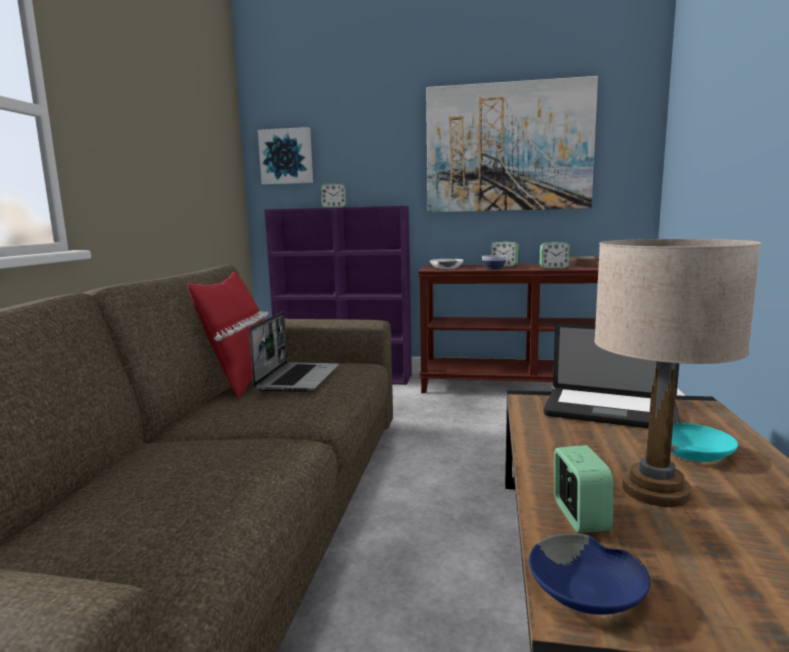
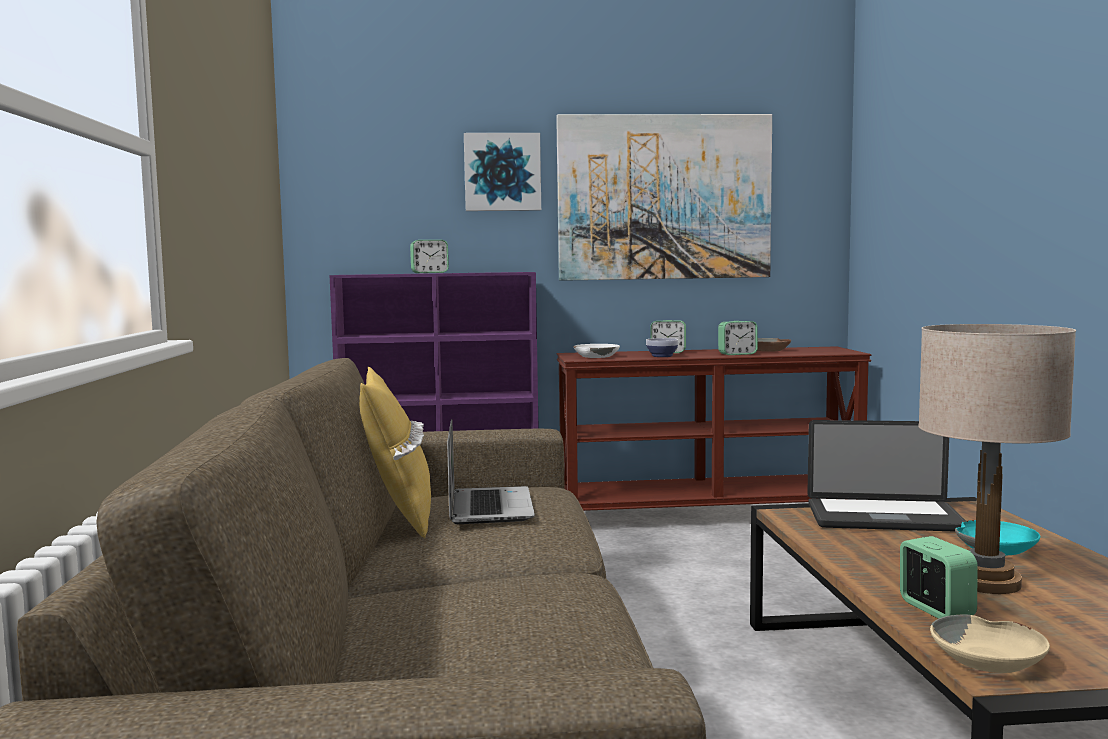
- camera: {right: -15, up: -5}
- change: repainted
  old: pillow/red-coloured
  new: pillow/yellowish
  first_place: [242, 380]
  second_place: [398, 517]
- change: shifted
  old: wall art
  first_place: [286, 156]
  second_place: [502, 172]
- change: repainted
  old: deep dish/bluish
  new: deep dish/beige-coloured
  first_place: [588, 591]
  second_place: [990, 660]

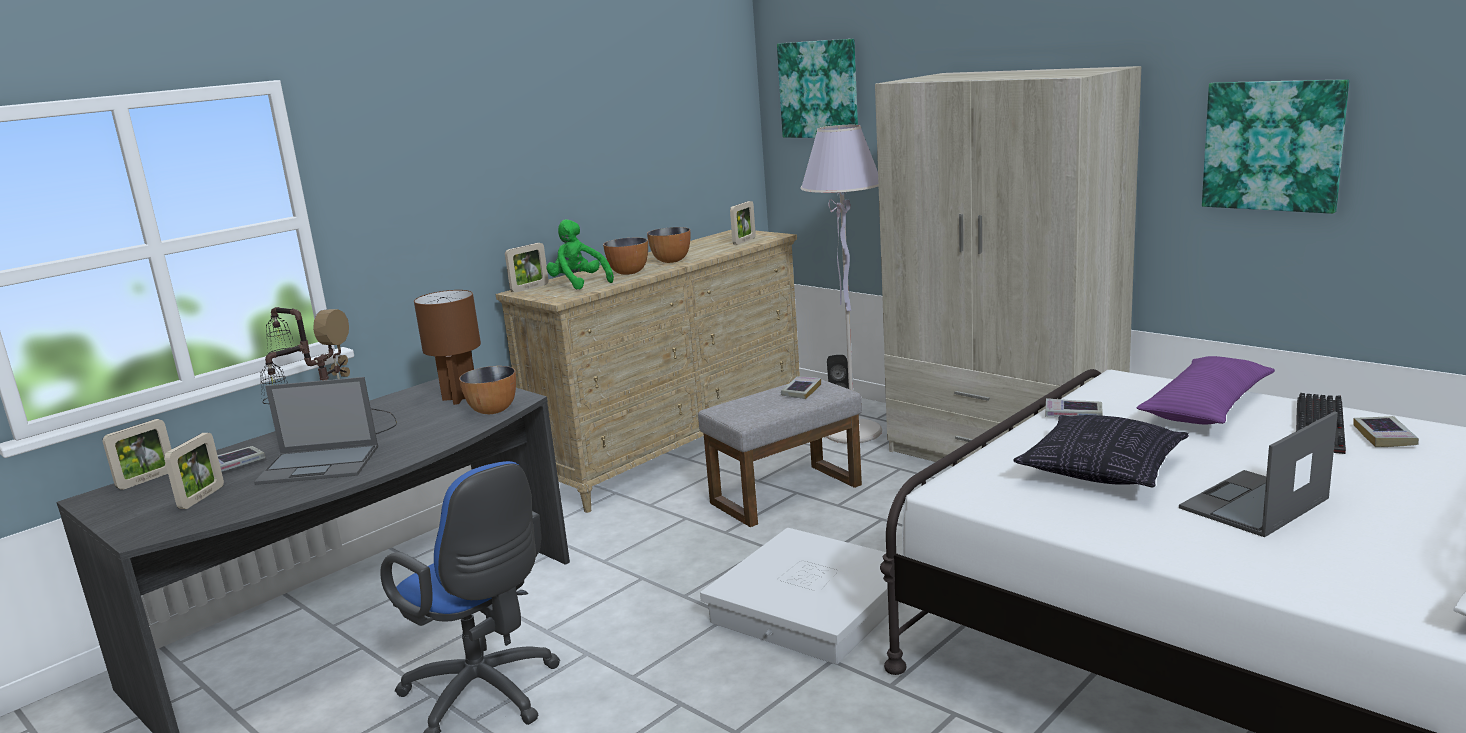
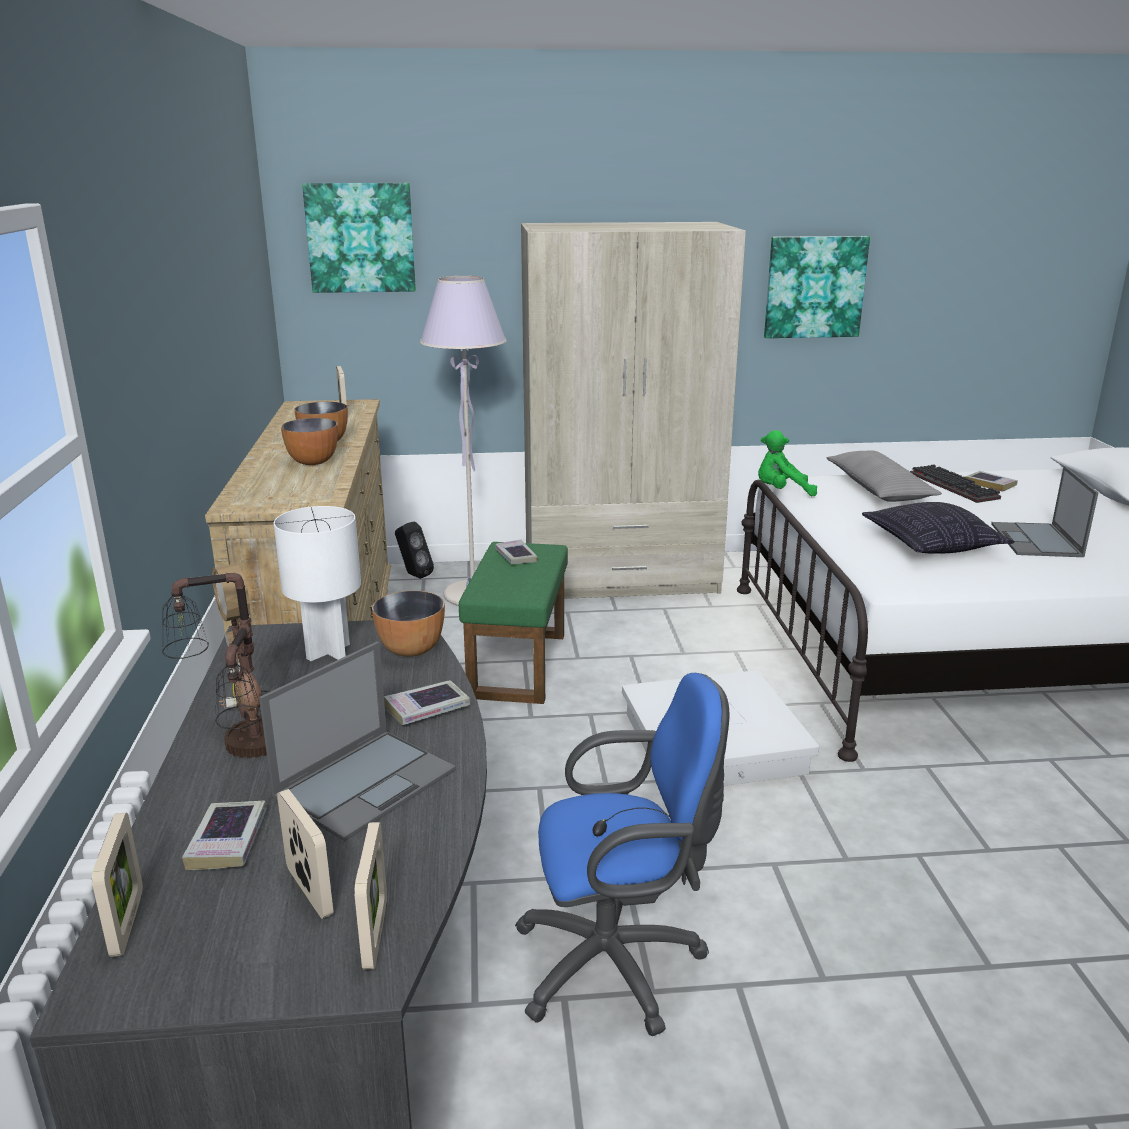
- camera: {right: -50, up: 5}
- change: repainted
  old: table lamp/brown
  new: table lamp/white
  first_place: [459, 398]
  second_place: [328, 652]
- change: shifted
  old: photo frame
  first_place: [529, 288]
  second_place: [375, 934]
- change: shifted
  old: soft toy/green
  first_place: [579, 284]
  second_place: [781, 492]
- change: repainted
  old: footrest/greyish
  new: footrest/green
  first_place: [785, 495]
  second_place: [519, 666]
- change: shifted
  old: book
  first_place: [1073, 414]
  second_place: [427, 708]
- change: repainted
  old: pillow/purple-coloured
  new: pillow/greyish
  first_place: [1206, 407]
  second_place: [879, 489]

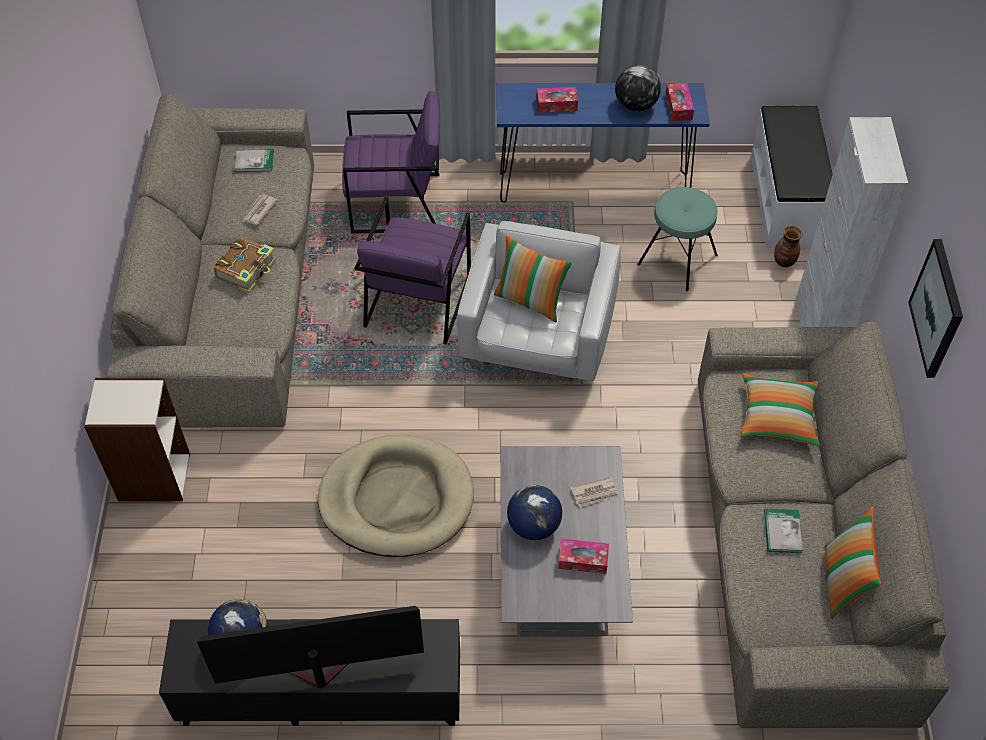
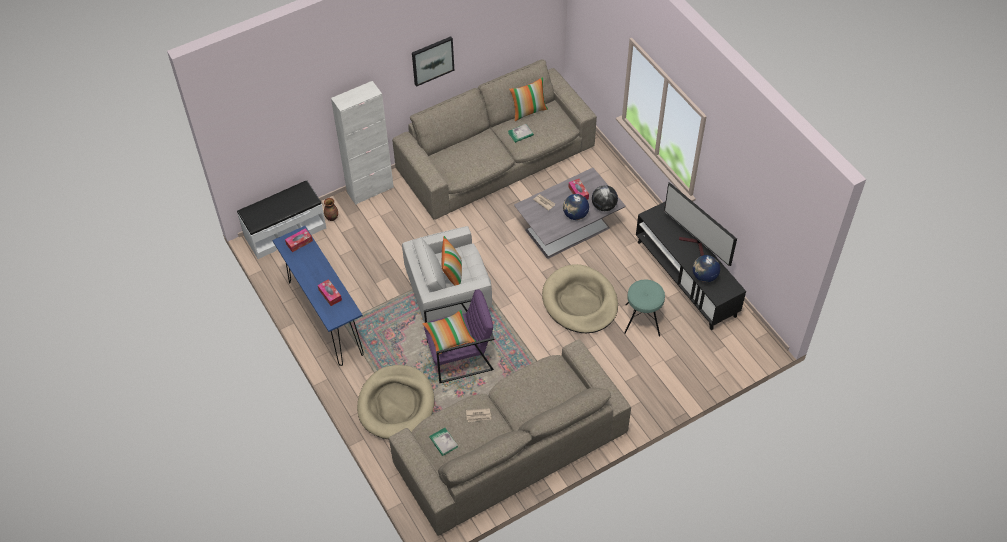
- camera: {right: -120, up: 0}
- change: gone
  old: bookcase
  first_place: [153, 477]
- change: gone
  old: book
  first_place: [247, 269]
- change: swapped
  old: lounge chair/purple-coloured
  new: dog cushion/beige-coloured
  first_place: [396, 204]
  second_place: [396, 404]
- change: shifted
  old: globe
  first_place: [635, 105]
  second_place: [604, 206]
- change: shifted
  old: sitting stool/blue-green
  first_place: [677, 260]
  second_place: [642, 320]
- change: shifted
  old: pillow
  first_place: [777, 417]
  second_place: [449, 336]

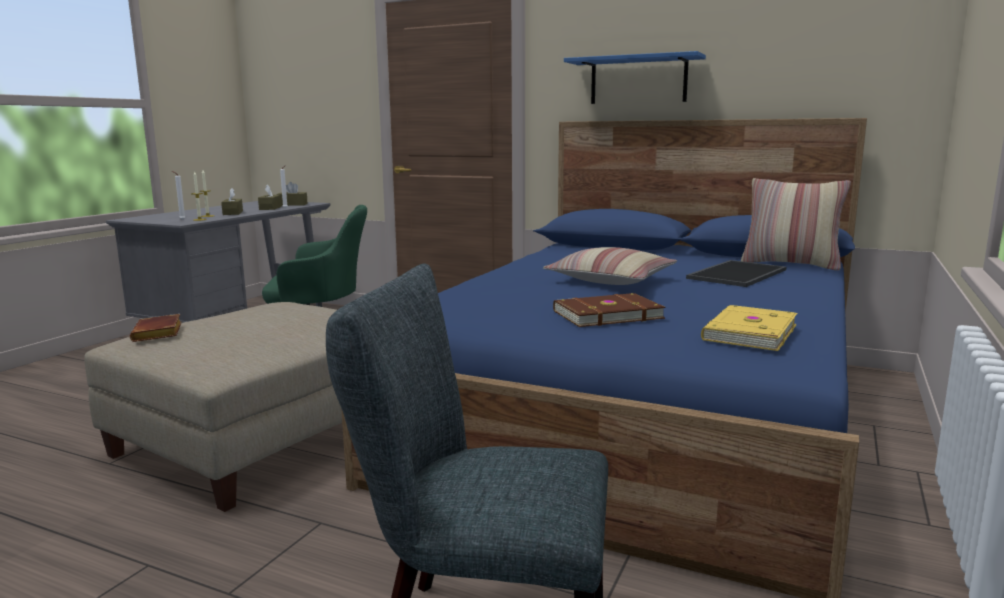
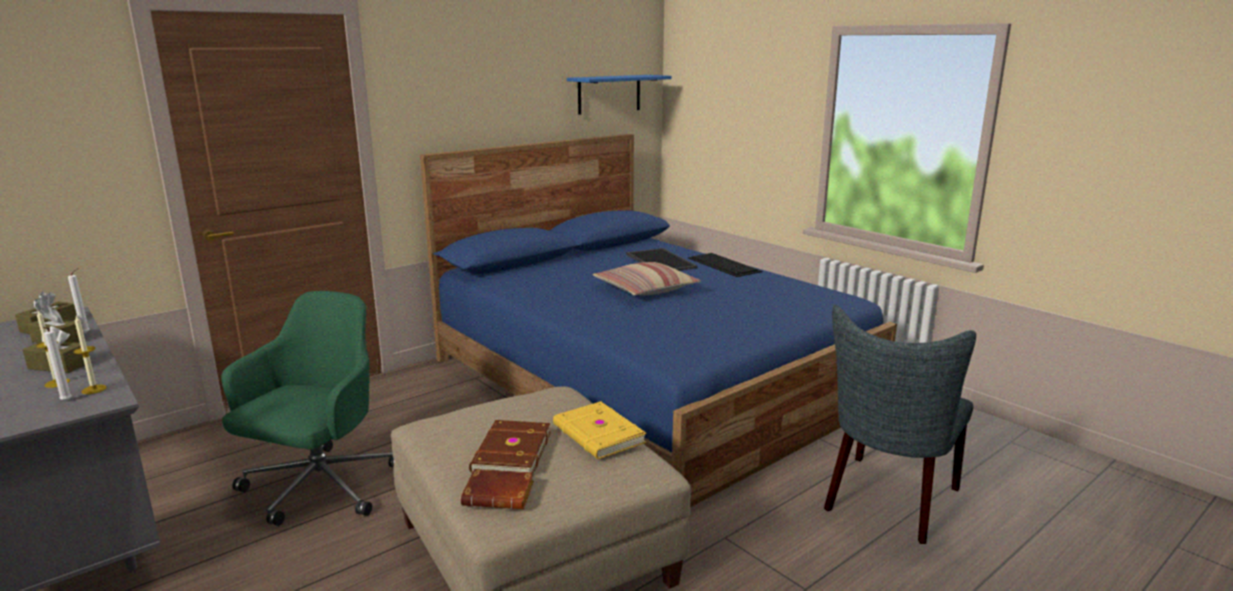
- camera: {right: -65, up: 5}
- change: shifted
  old: book/brown
  first_place: [606, 314]
  second_place: [510, 452]
- change: shifted
  old: bracket shelf/bluish
  first_place: [638, 80]
  second_place: [609, 94]
- change: shifted
  old: book/yellowish
  first_place: [747, 332]
  second_place: [597, 434]
- change: gone
  old: pillow
  first_place: [790, 264]
- change: new
  new: keyboard
  second_place: [724, 265]

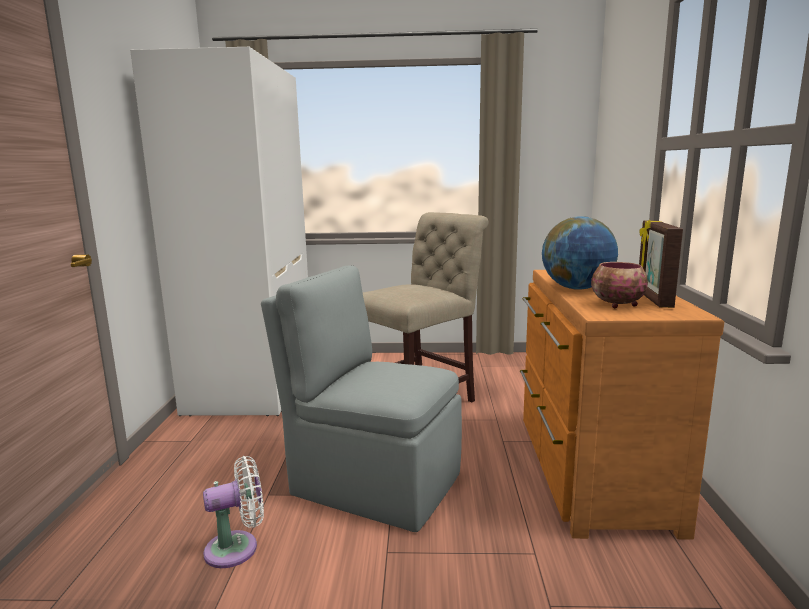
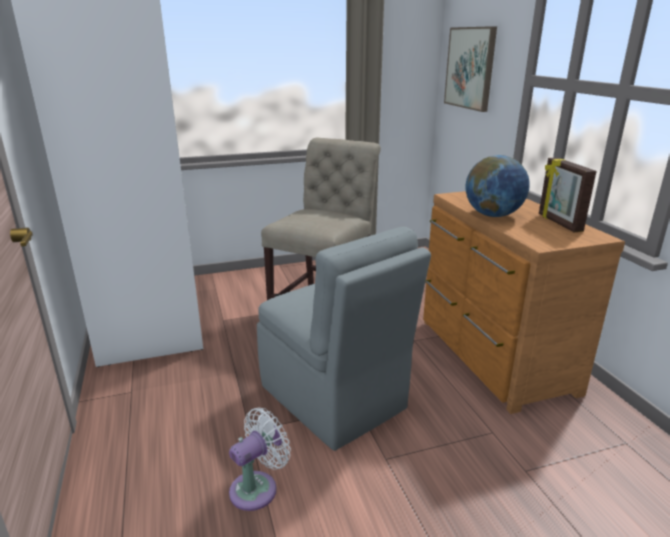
- camera: {right: -20, up: 10}
- change: rotated
  old: plain chair/greyish
  first_place: [373, 483]
  second_place: [334, 399]
  degrees: -135
- change: gone
  old: deep dish
  first_place: [617, 305]
- change: new
  new: wall art
  second_place: [470, 68]

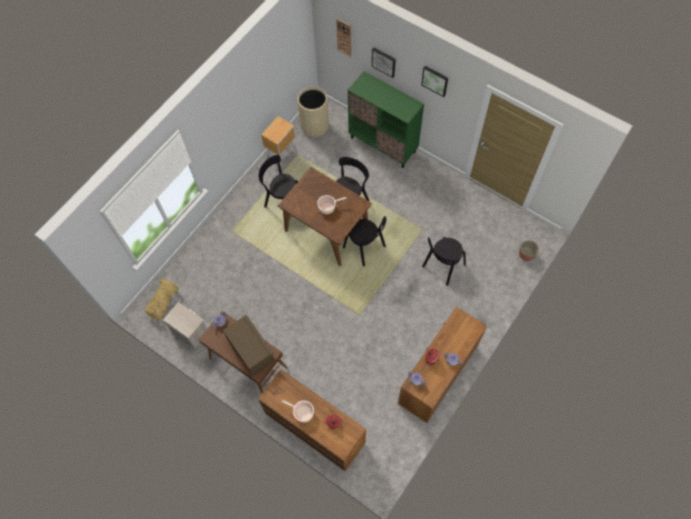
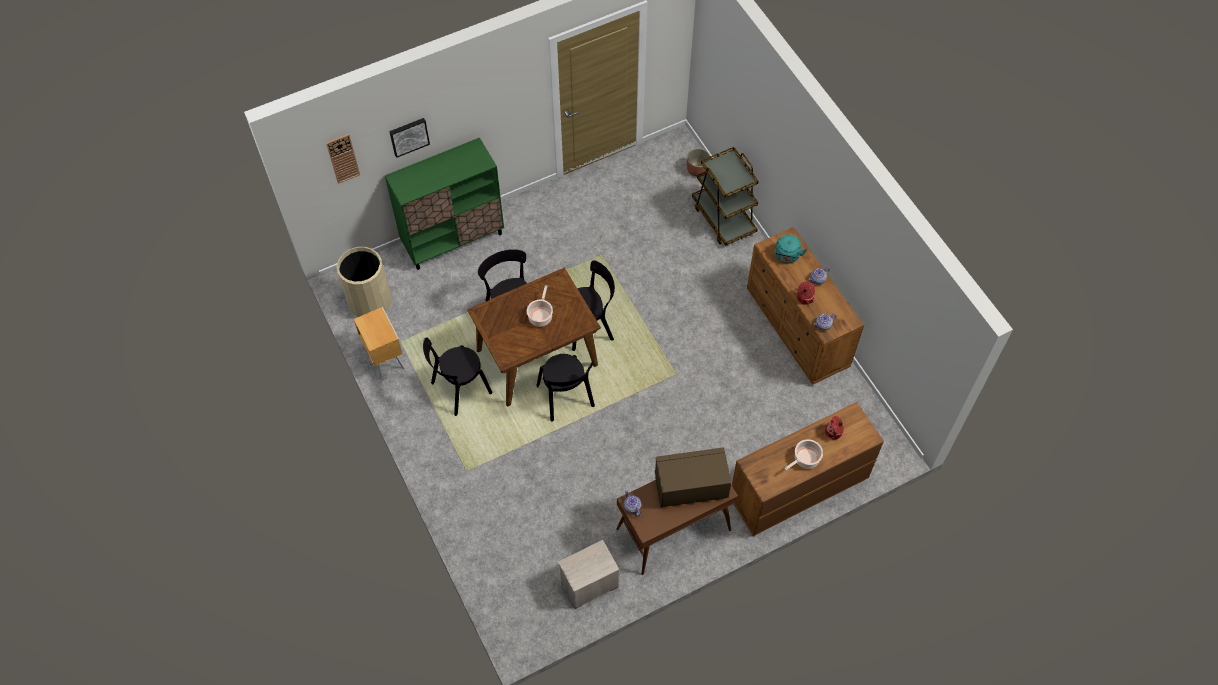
- camera: {right: -65, up: -5}
- change: gone
  old: household basket
  first_place: [163, 304]
- change: gone
  old: wall art
  first_place: [435, 80]
- change: shifted
  old: plain chair/black-coloured
  first_place: [442, 267]
  second_place: [566, 398]
- change: new
  new: cart/brown
  second_place: [723, 218]
- change: new
  new: water kettle/blue-green
  second_place: [787, 256]

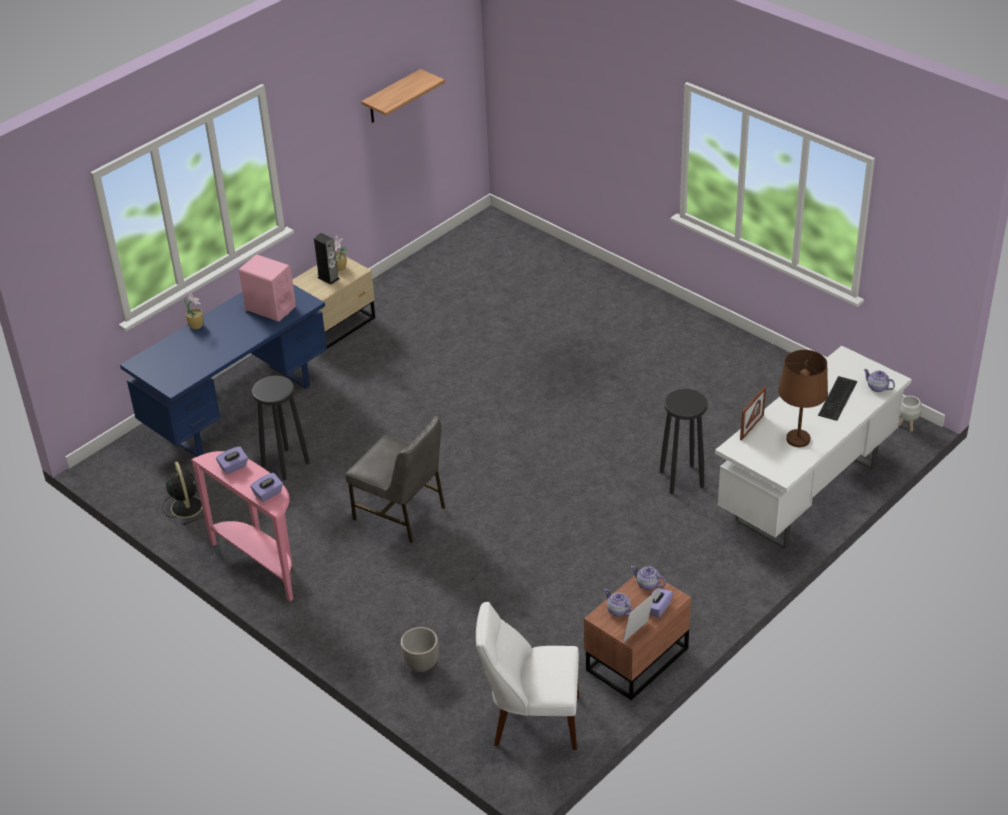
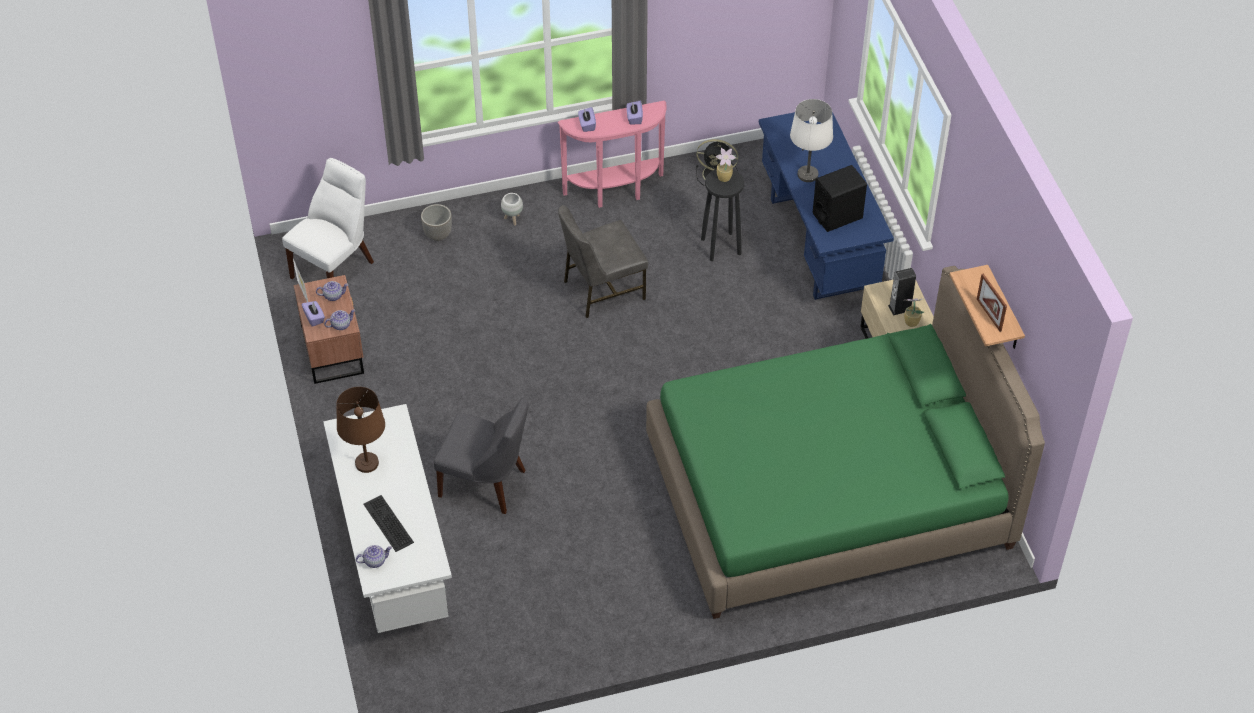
- camera: {right: 120, up: 10}
- change: shifted
  old: houseplant
  first_place: [196, 325]
  second_place: [725, 178]
- change: repainted
  old: audio speaker/pink-coloured
  new: audio speaker/black-coloured
  first_place: [270, 308]
  second_place: [837, 216]
- change: swapped
  old: sitting stool/black-coloured
  new: plain chair/greyish
  first_place: [682, 479]
  second_place: [486, 484]
- change: shifted
  old: photo frame
  first_place: [752, 427]
  second_place: [989, 315]
- change: shifted
  old: planter/white
  first_place: [907, 426]
  second_place: [512, 219]
- change: new
  new: bedroom bed/green
  second_place: [828, 494]
- change: new
  new: table lamp/white
  second_place: [807, 174]

